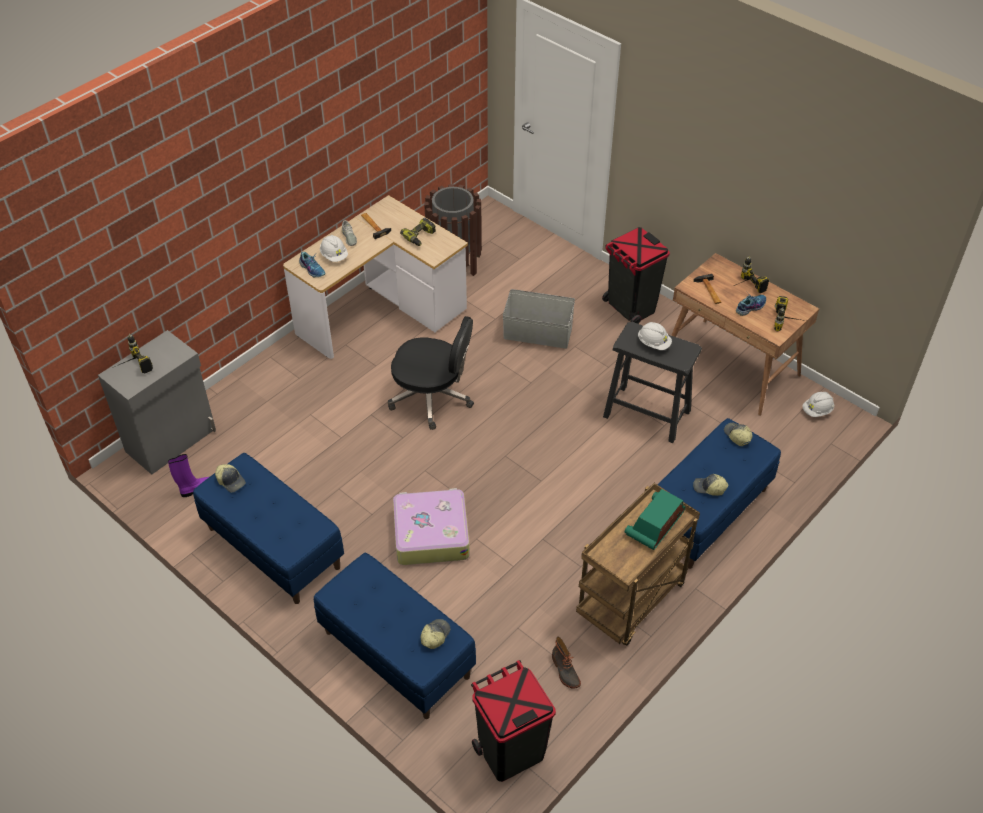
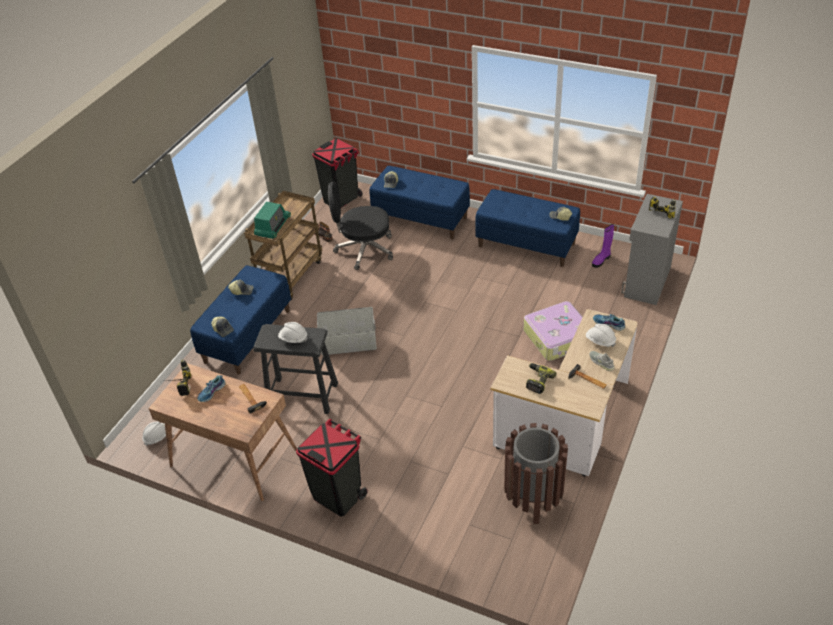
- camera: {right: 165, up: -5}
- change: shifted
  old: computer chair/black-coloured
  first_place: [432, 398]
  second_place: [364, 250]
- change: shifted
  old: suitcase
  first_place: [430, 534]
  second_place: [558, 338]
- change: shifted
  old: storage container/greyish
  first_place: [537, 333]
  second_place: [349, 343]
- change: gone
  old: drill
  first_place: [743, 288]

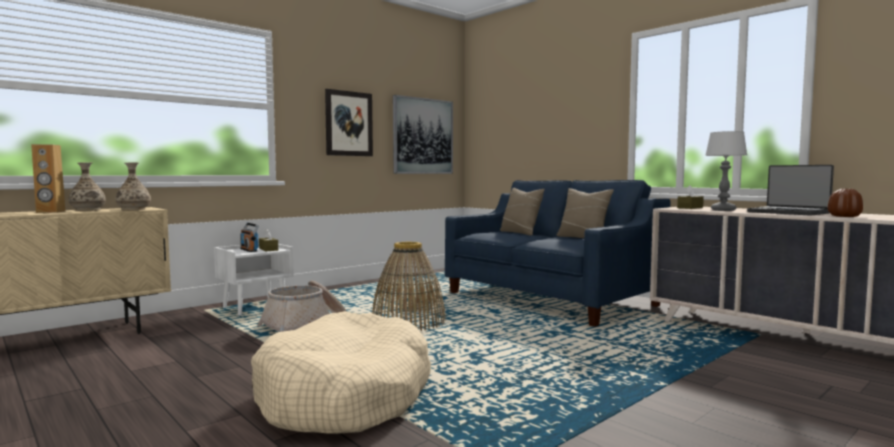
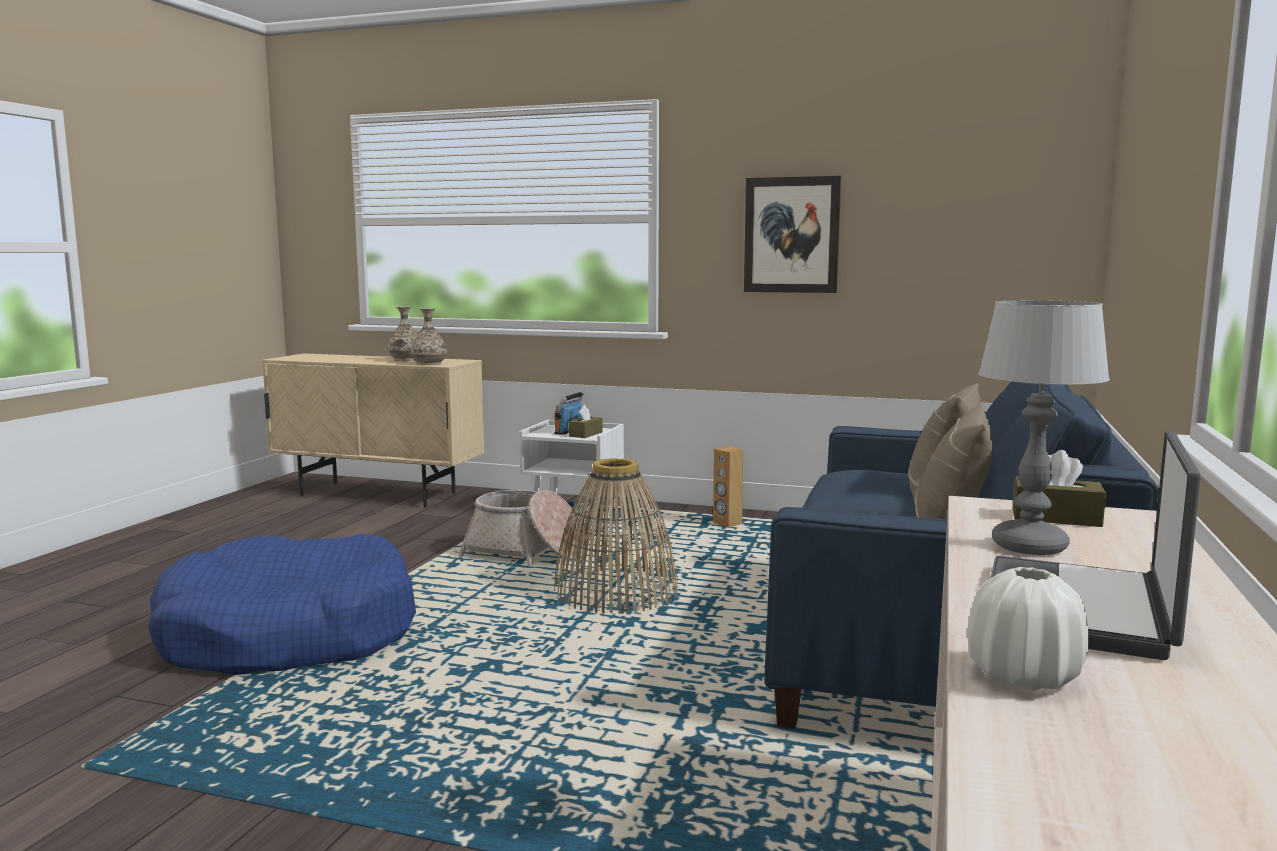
- camera: {right: 60, up: 5}
- change: shifted
  old: audio speaker/brown
  first_place: [50, 212]
  second_place: [727, 525]
- change: repainted
  old: dog cushion/beige-coloured
  new: dog cushion/bluish
  first_place: [345, 395]
  second_place: [289, 635]
- change: gone
  old: wall art
  first_place: [423, 136]
- change: repainted
  old: decorative vase/brown
  new: decorative vase/white
  first_place: [844, 216]
  second_place: [1023, 676]

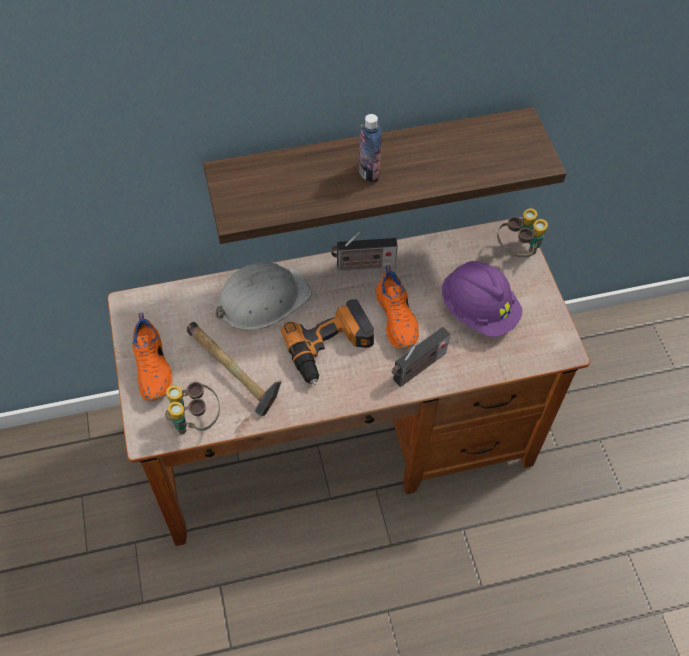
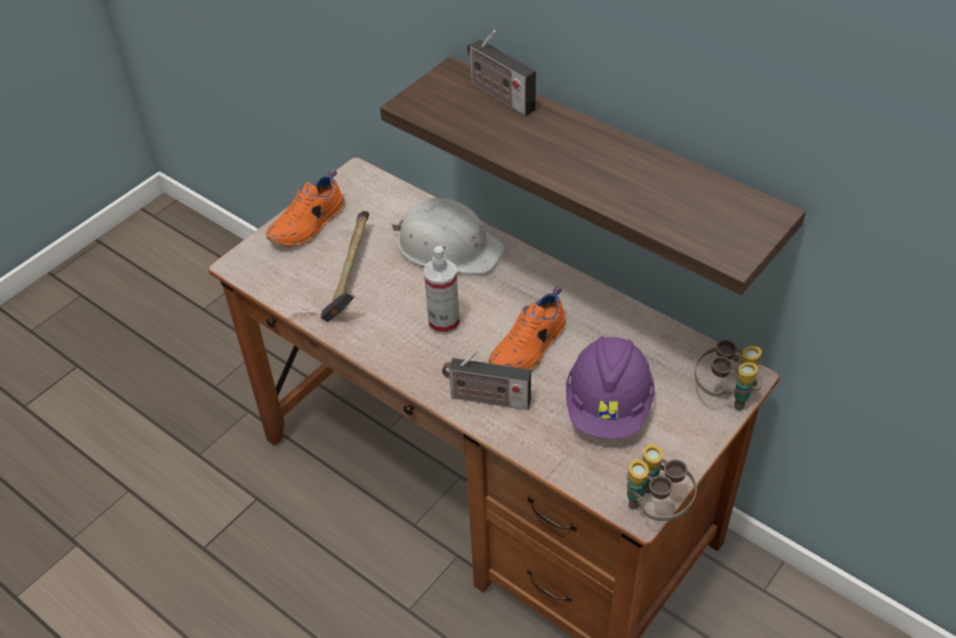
- camera: {right: 55, up: -10}
- change: shifted
  old: binoculars
  first_place: [195, 420]
  second_place: [655, 507]
- change: swapped
  old: drill
  new: sprayer
  first_place: [331, 348]
  second_place: [444, 322]
- change: shifted
  old: radio
  first_place: [363, 266]
  second_place: [499, 95]
- change: gone
  old: bottle
  first_place: [368, 172]

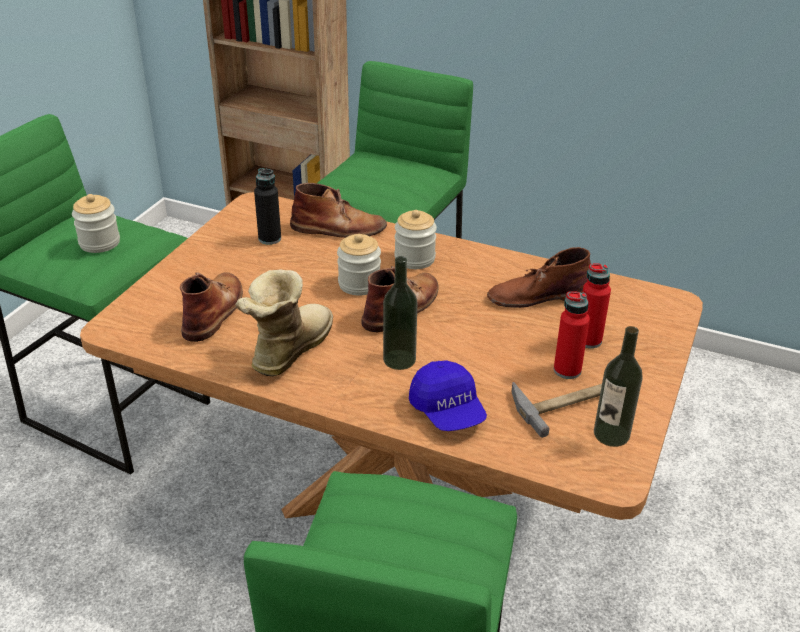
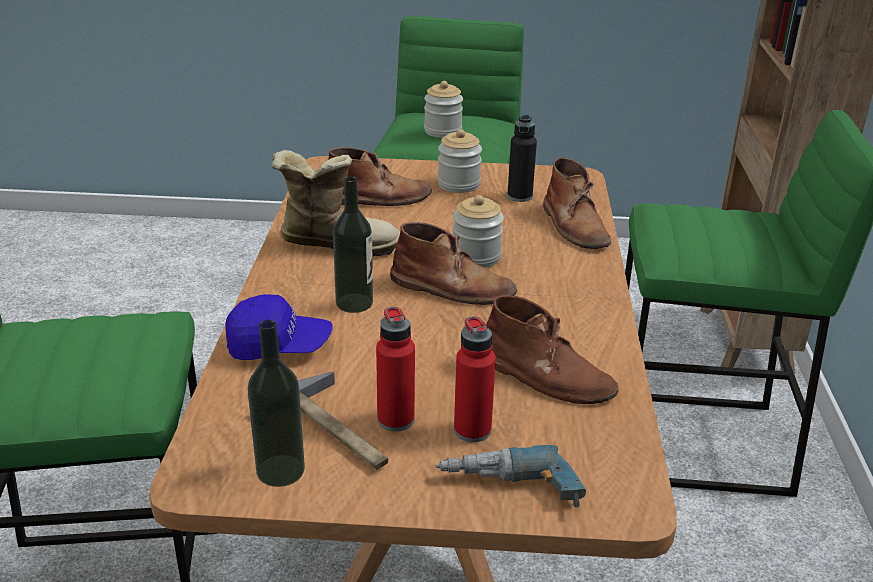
- camera: {right: 70, up: -5}
- change: shifted
  old: jar
  first_place: [414, 259]
  second_place: [458, 184]
- change: rotated
  old: peaked cap/bluish
  first_place: [447, 411]
  second_place: [279, 346]
  degrees: -135
- change: rotated
  old: high-top boot/brown
  first_place: [538, 296]
  second_place: [546, 376]
  degrees: 150
- change: new
  new: drill
  second_place: [509, 492]

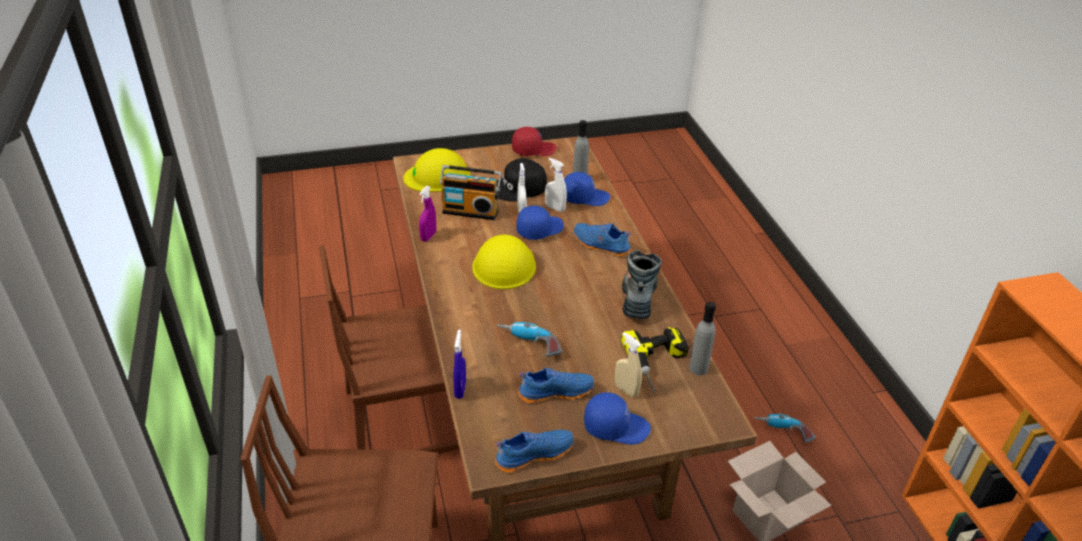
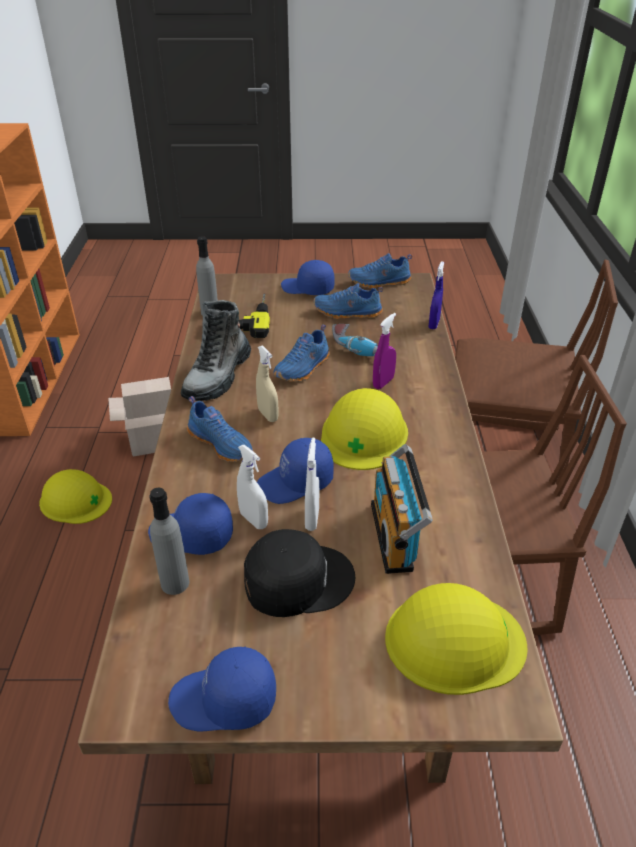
- camera: {right: -165, up: 0}
- change: shifted
  old: sprayer/purple-coloured
  first_place: [428, 236]
  second_place: [383, 383]
- change: rotated
  old: radio
  first_place: [471, 211]
  second_place: [396, 536]
  degrees: -120
- change: repainted
  old: peaked cap/red-coloured
  new: peaked cap/bluish
  first_place: [533, 149]
  second_place: [224, 701]
- change: shifted
  old: sprayer/beige-coloured
  first_place: [626, 390]
  second_place: [268, 415]
- change: swapped
  old: drill
  new: safety helmet/yellowish
  first_place: [783, 432]
  second_place: [75, 500]
- change: new
  new: low shoe/bluish
  second_place: [303, 369]

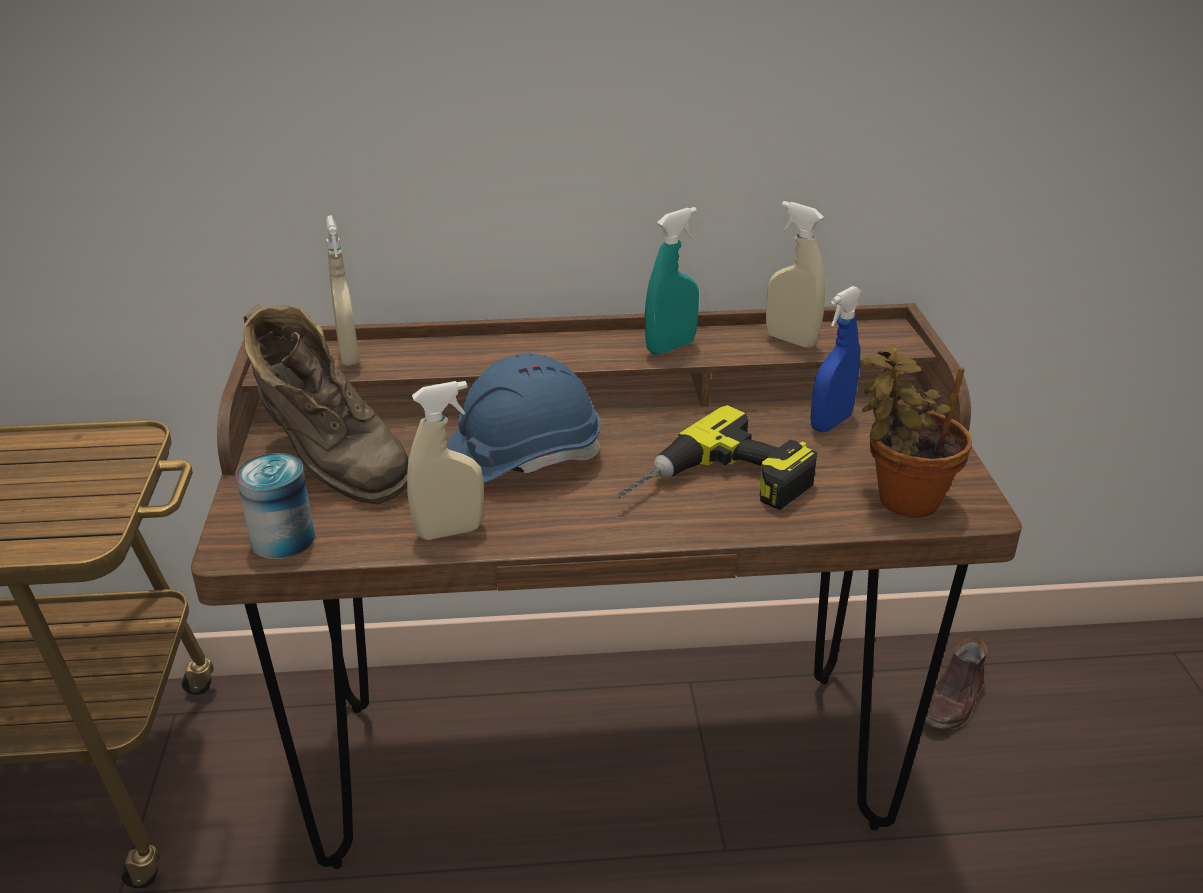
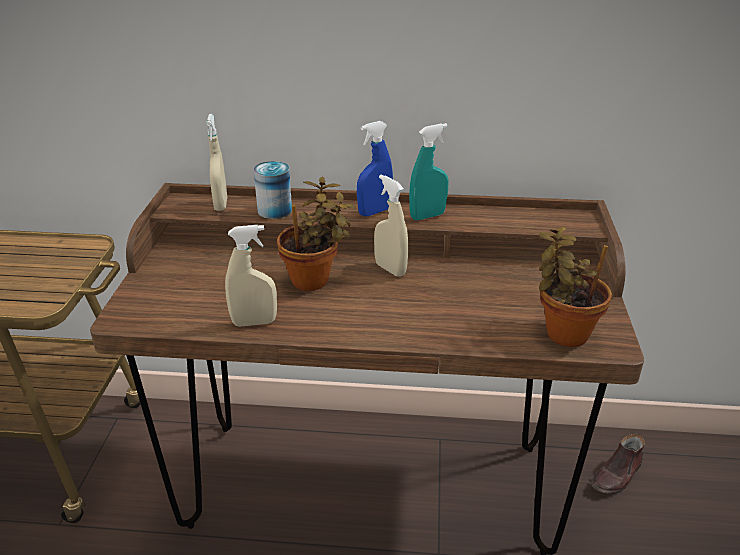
- camera: {right: 10, up: 0}
- change: shifted
  old: can
  first_place: [283, 539]
  second_place: [274, 210]
- change: gone
  old: high-top boot/brown
  first_place: [332, 466]
- change: swapped
  old: safety helmet/bluish
  new: houseplant
  first_place: [520, 458]
  second_place: [314, 280]
- change: gone
  old: drill
  first_place: [718, 488]
- change: shifted
  old: sprayer/beige-coloured
  first_place: [791, 340]
  second_place: [390, 269]
- change: shifted
  old: sprayer/bluish
  first_place: [830, 423]
  second_place: [374, 212]

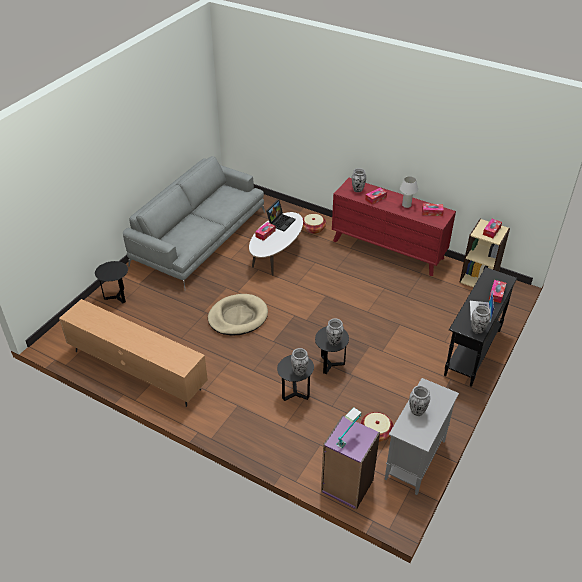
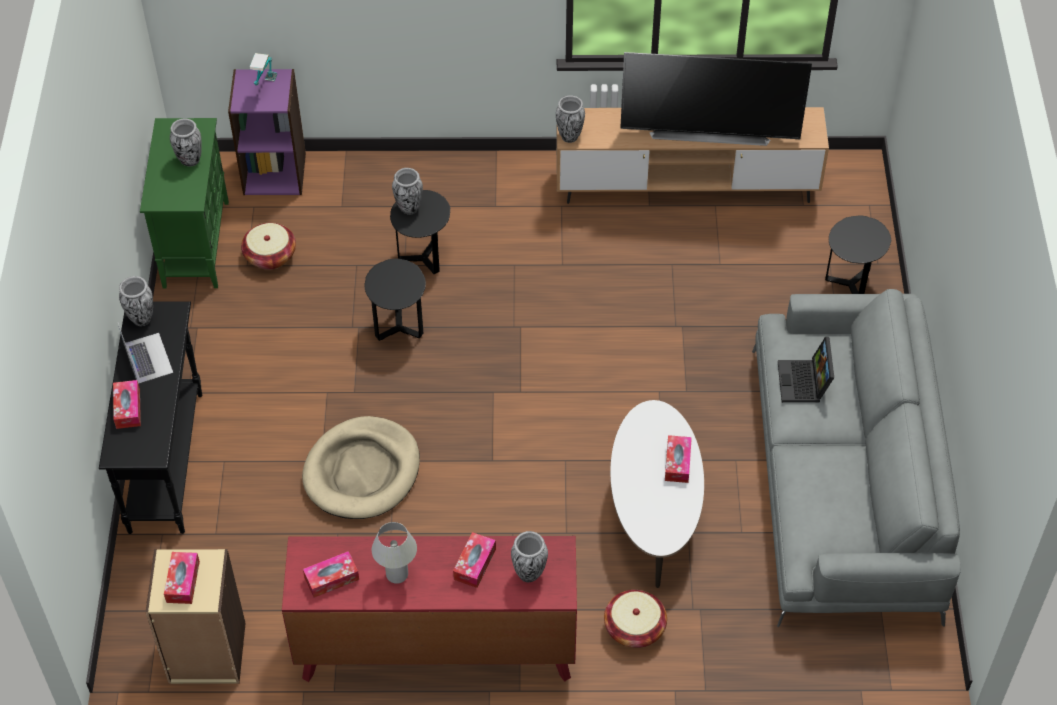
- camera: {right: 150, up: 10}
- change: shifted
  old: dog cushion/beige-coloured
  first_place: [238, 317]
  second_place: [362, 471]
- change: shifted
  old: portable computer
  first_place: [280, 221]
  second_place: [804, 383]
- change: shifted
  old: decorative vase
  first_place: [334, 342]
  second_place: [569, 136]
- change: repainted
  old: cabinet/greyish
  new: cabinet/green
  first_place: [415, 460]
  second_place: [196, 243]
- change: new
  new: TV
  second_place: [710, 131]

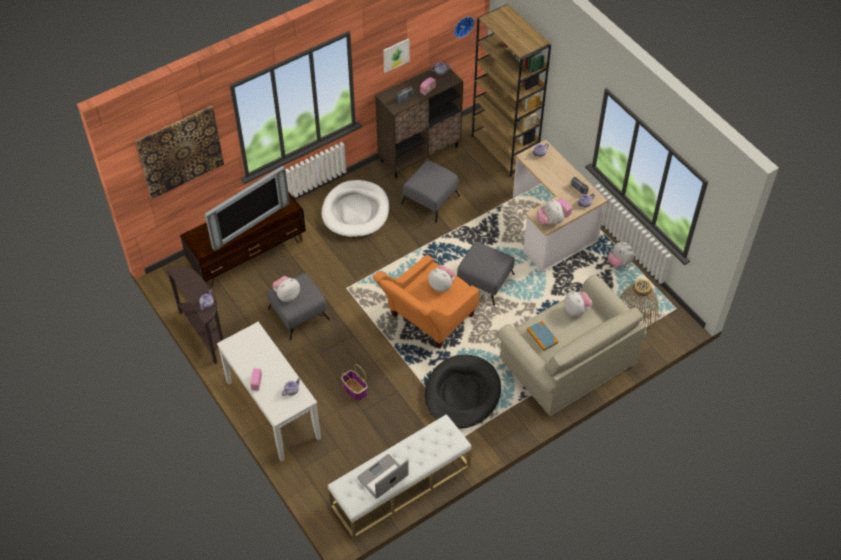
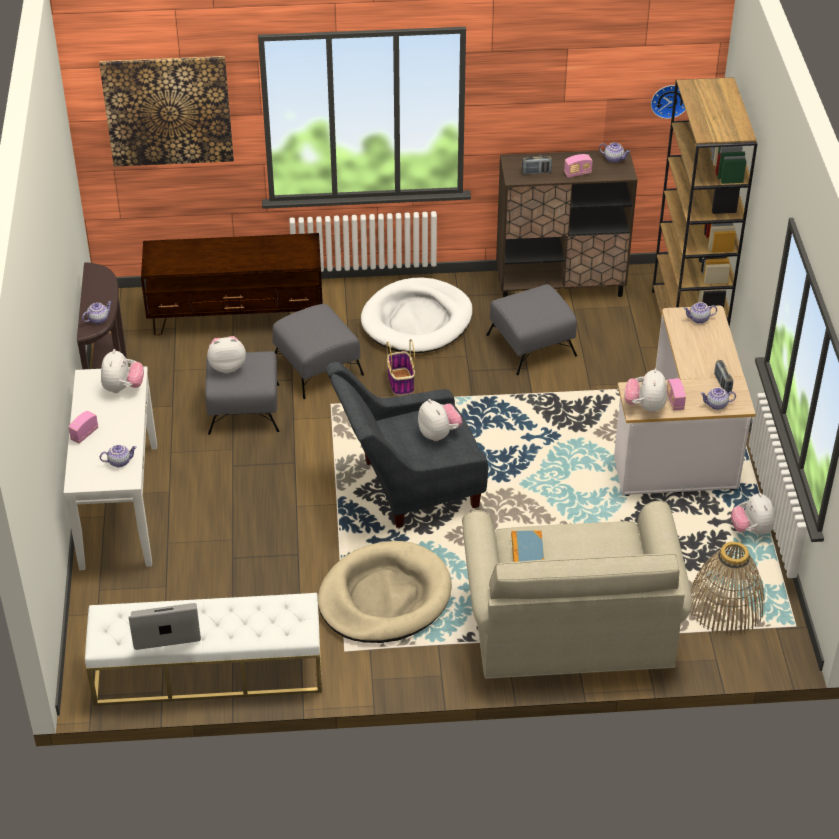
- camera: {right: 30, up: -10}
- change: gone
  old: TV
  first_place: [249, 223]
- change: shifted
  old: household basket
  first_place: [354, 390]
  second_place: [400, 382]
- change: repainted
  old: lounge chair/orangey
  new: lounge chair/greyish
  first_place: [426, 321]
  second_place: [407, 487]
- change: gone
  old: wall art
  first_place: [396, 55]
- change: repainted
  old: dog cushion/black-coloured
  new: dog cushion/beige-coloured
  first_place: [462, 394]
  second_place: [384, 597]
- change: shifted
  old: footrest/greyish
  first_place: [485, 281]
  second_place: [317, 367]
- change: shifted
  old: soft toy
  first_place: [576, 310]
  second_place: [123, 388]

